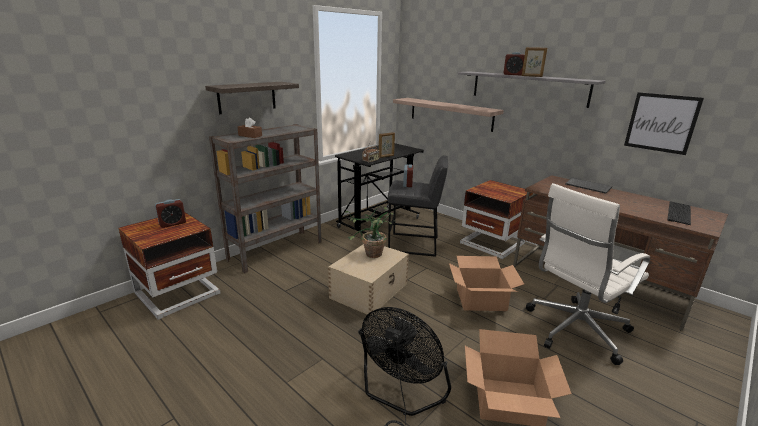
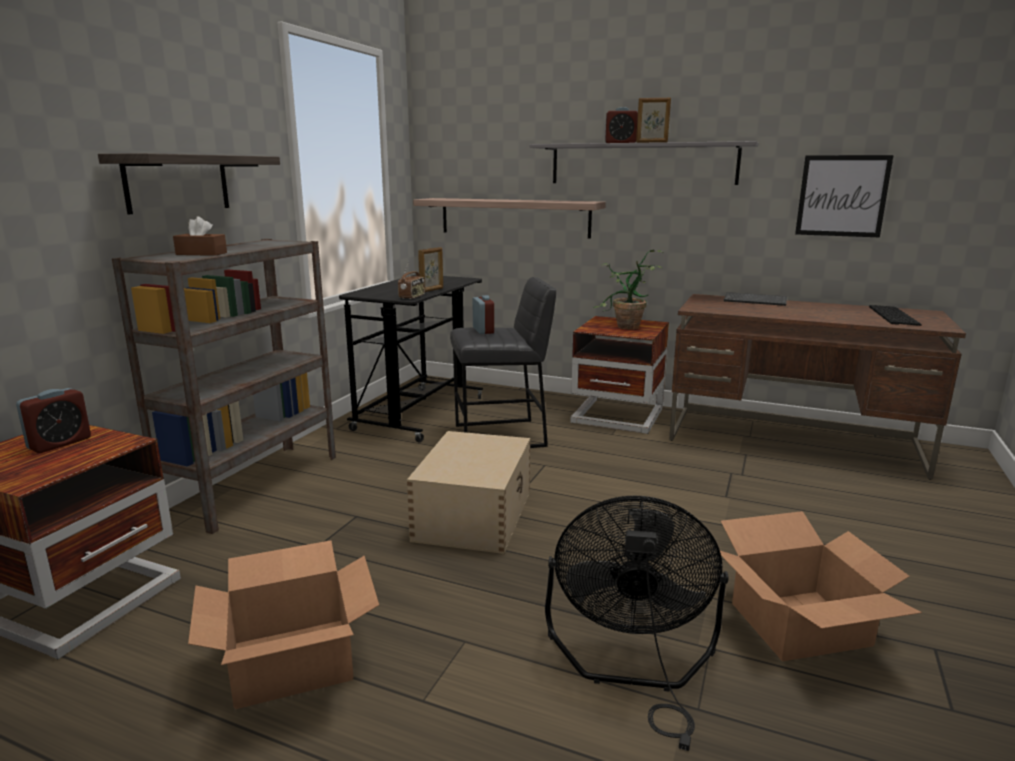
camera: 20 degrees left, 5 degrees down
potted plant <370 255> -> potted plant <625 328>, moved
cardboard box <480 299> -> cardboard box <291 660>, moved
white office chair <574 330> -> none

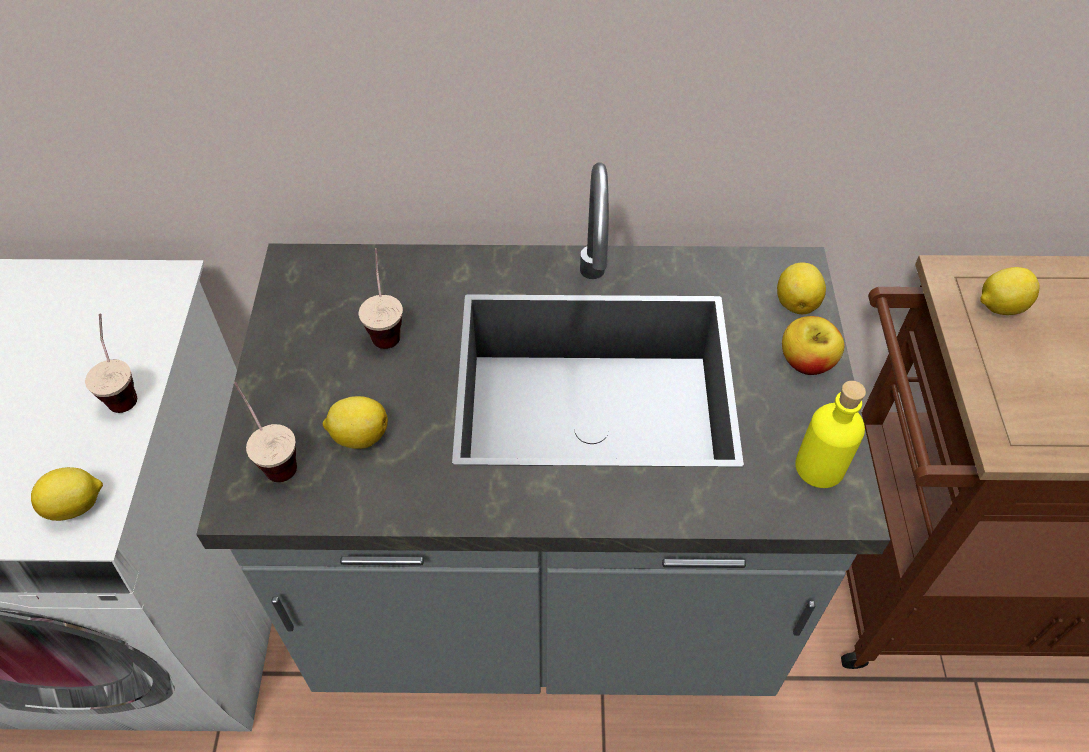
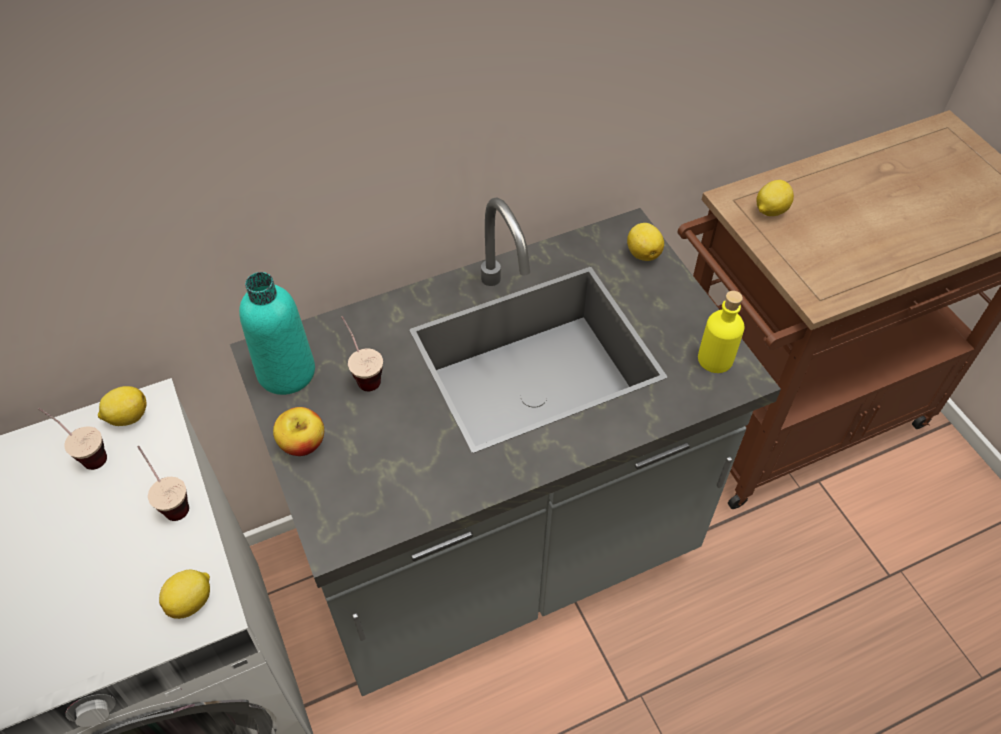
camera: 25 degrees left, 0 degrees up
cup <272 456> -> cup <84 454>, moved
lemon <359 436> -> lemon <127 417>, moved
apple <806 362> -> apple <303 443>, moved
none -> turquoise bottle <286 372>

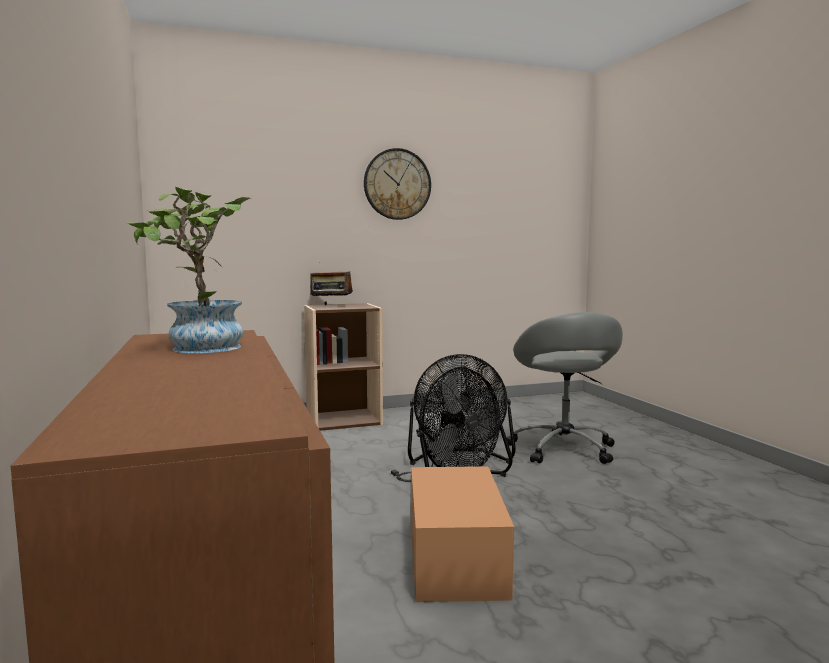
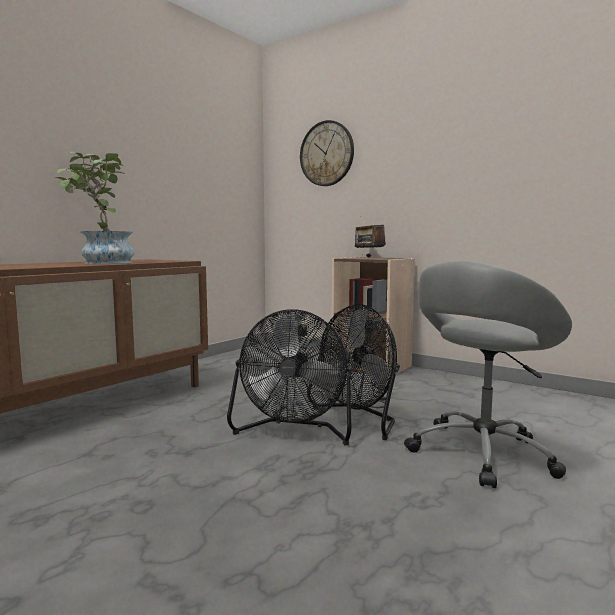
camera: 55 degrees right, 0 degrees up
wall clock <397 184> -> wall clock <327 154>, moved
cardboard box <455 558> -> none

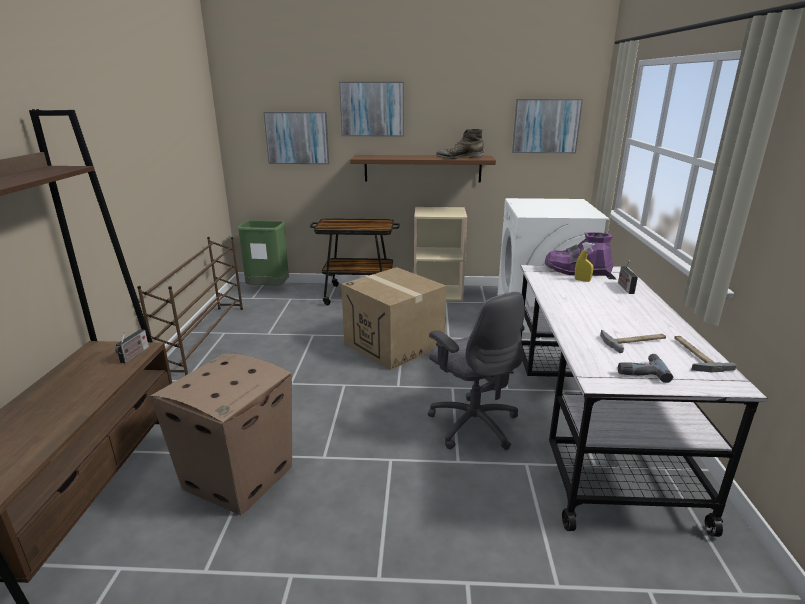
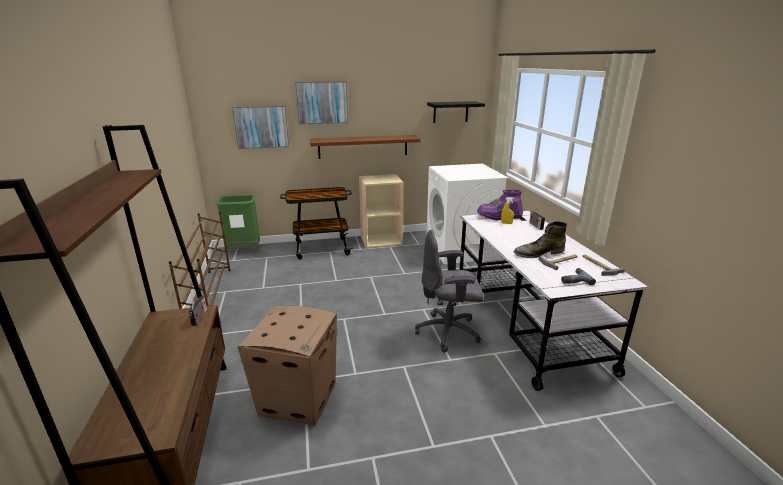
camera: 15 degrees left, 0 degrees up
cardboard box <394 344> -> none
grey office chair <473 423> -> grey office chair <449 332>, 135 degrees clockwise
green boot <459 157> -> green boot <538 253>, moved
picture <546 126> -> black shelf <450 112>

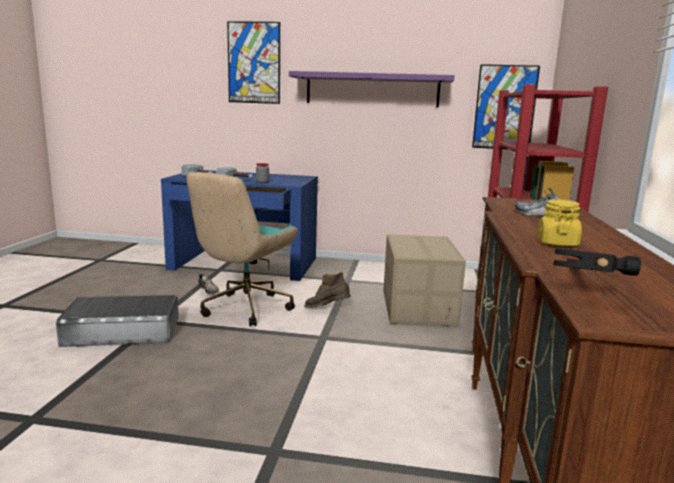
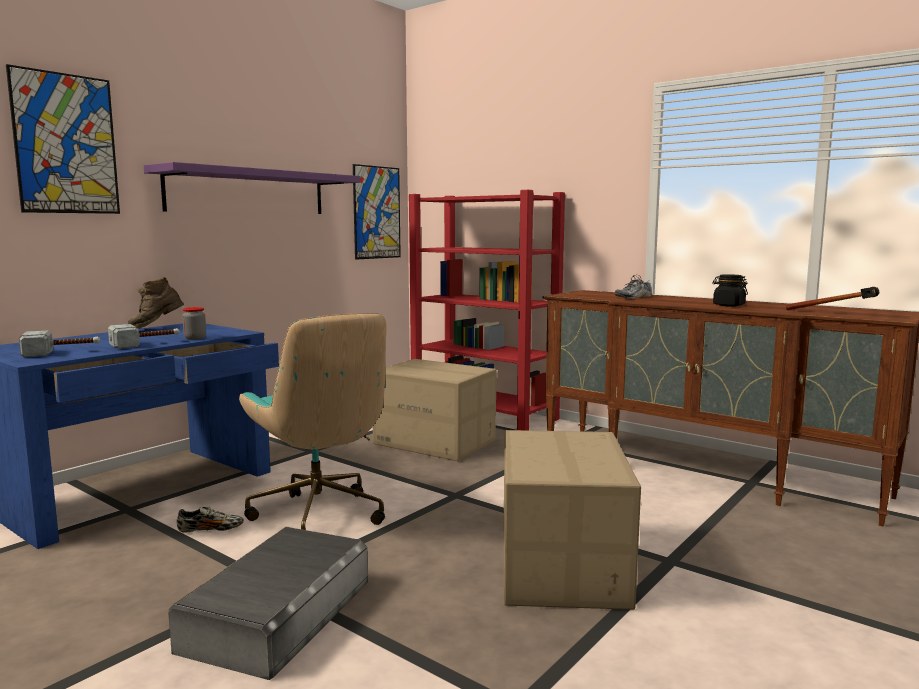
camera: 60 degrees left, 5 degrees down
brown boot <327 309> -> brown boot <156 328>, moved
yellow jar <557 243> -> black jar <728 305>
none -> cardboard box <563 566>

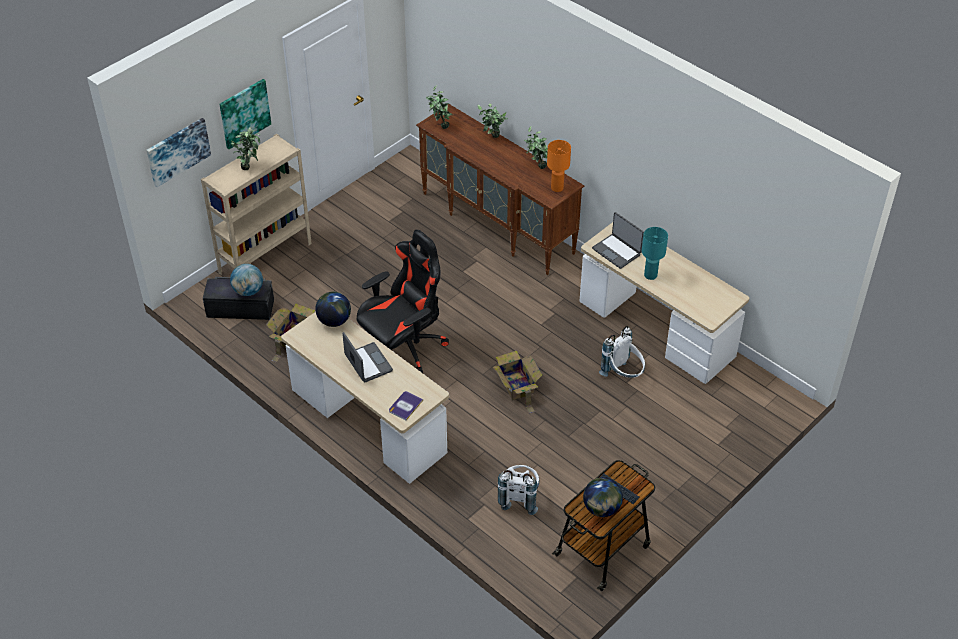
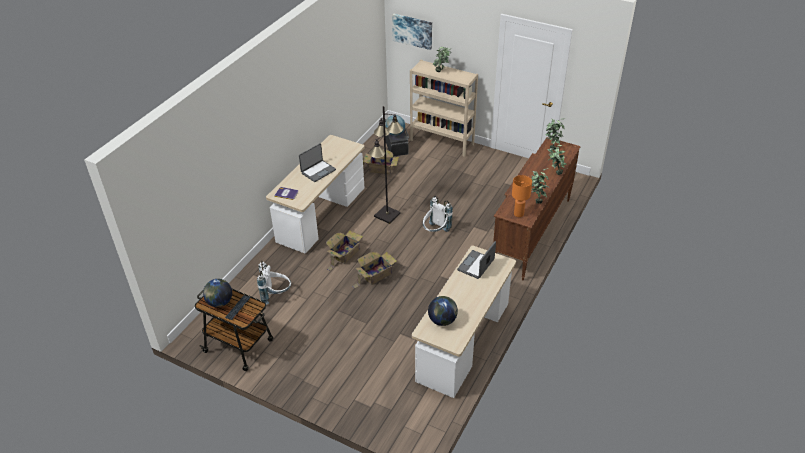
camera: 75 degrees right, 5 degrees down
picture <244 113> -> none
globe <334 321> -> globe <442 320>, moved
black office chair <402 350> -> black floor lamp <387 215>
white backpack <623 375> -> white backpack <435 232>, moved
turquoise table lamp <650 275> -> none
none -> cardboard box <344 254>

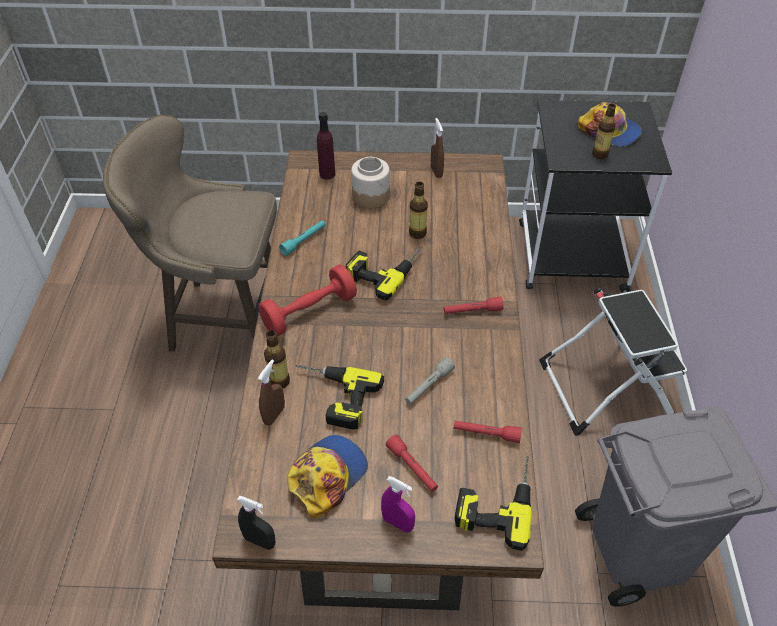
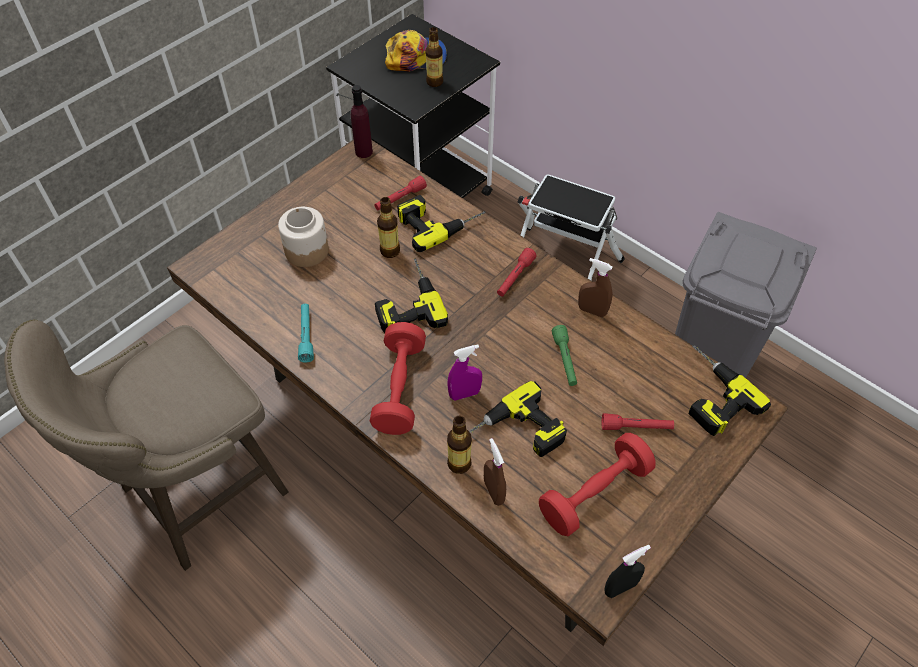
camera: 50 degrees left, 5 degrees up
cap <327 476> -> red dumbbell <594 493>
purple bottle <327 174> -> purple bottle <363 152>, moved
purple spray bottle <397 523> -> purple spray bottle <464 394>, moved
grey flashlight <428 386> -> green flashlight <565 360>
brown spray bottle <436 171> -> brown spray bottle <592 311>, moved
red flashlight <486 434> -> red flashlight <400 199>, moved
none -> power drill <439 221>

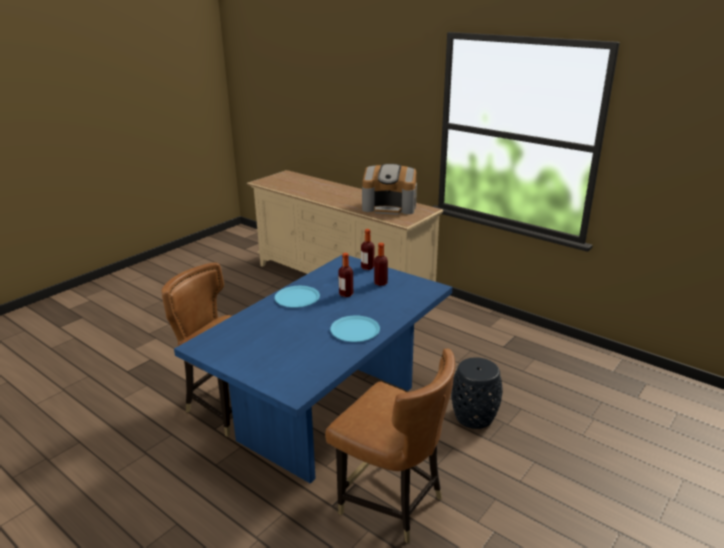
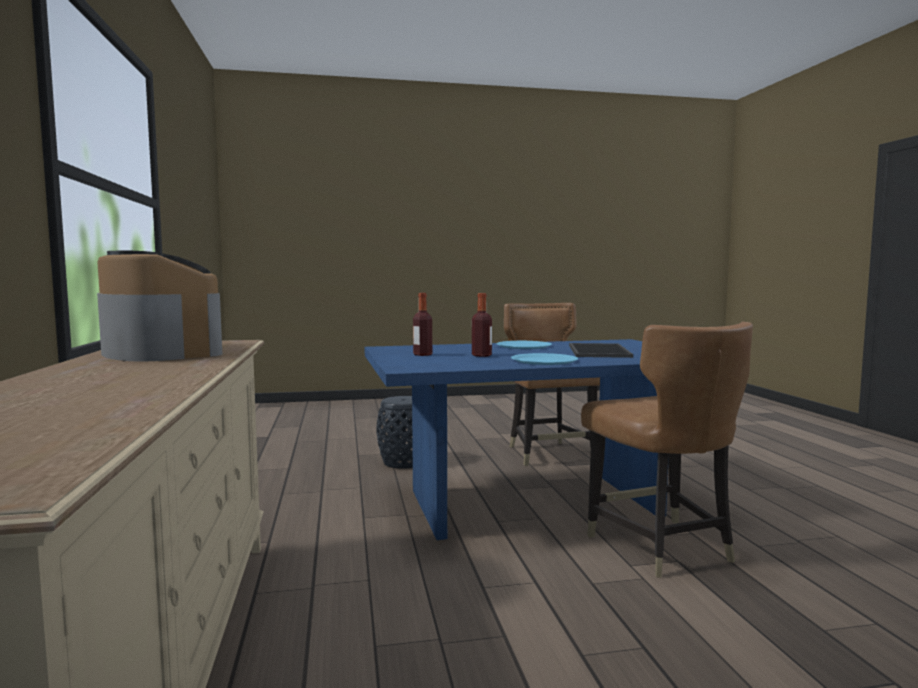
camera: 140 degrees left, 20 degrees down
bottle <367 267> -> none
none -> tray <597 351>

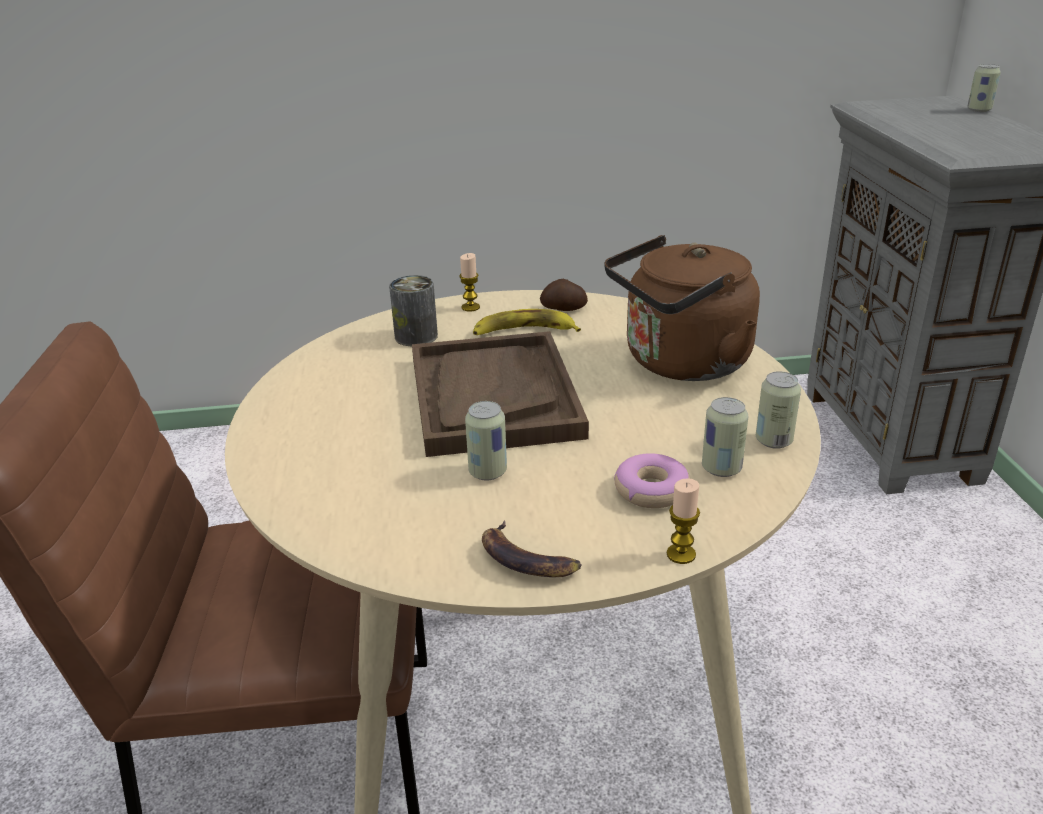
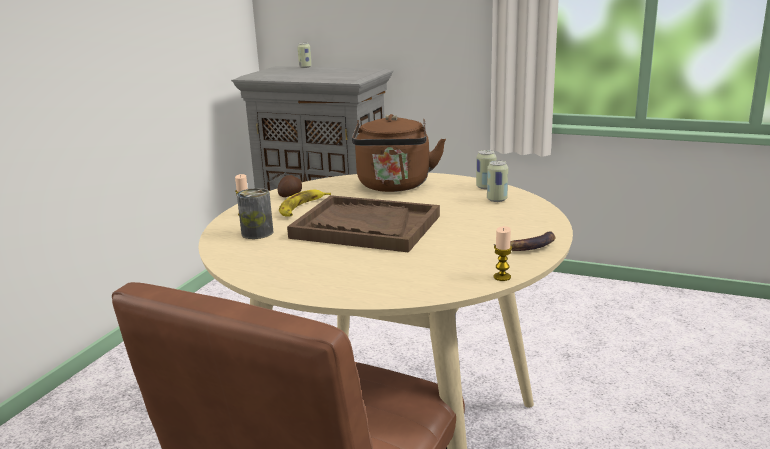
camera: 60 degrees left, 10 degrees down
can <488 472> -> none
donut <651 490> -> none
candle <681 554> -> candle <502 277>, moved

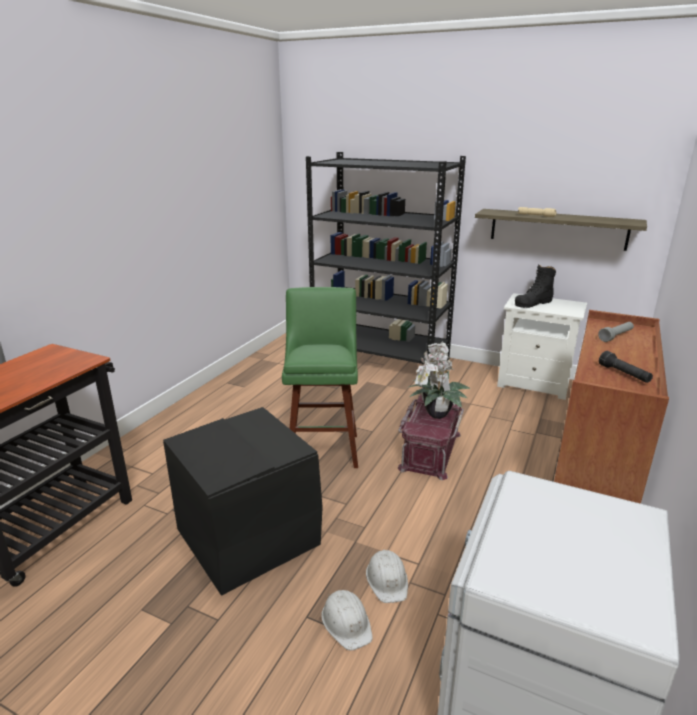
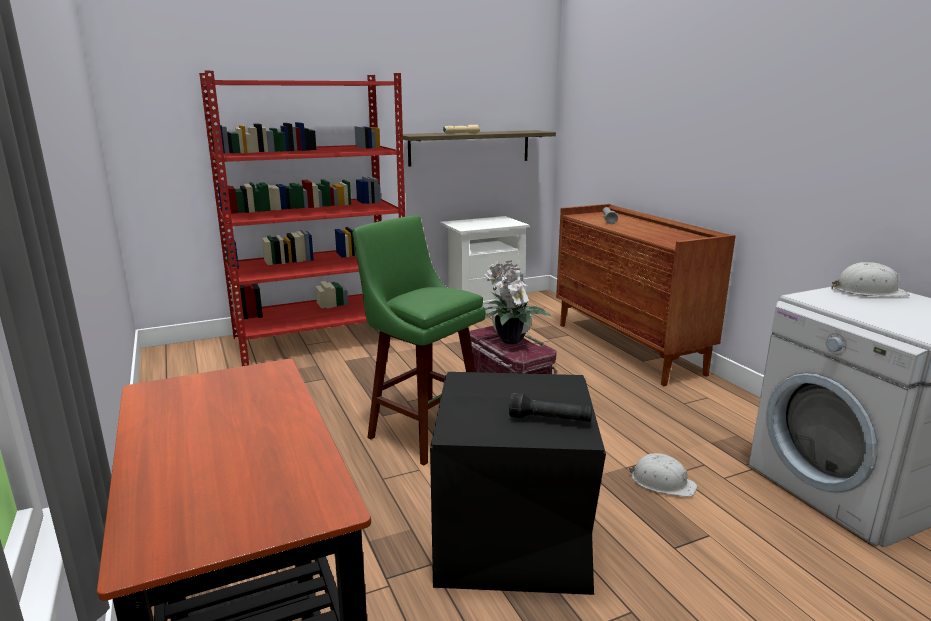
camera: 50 degrees left, 5 degrees down
black bookcase <381 360> -> red bookcase <320 338>
white hard hat <346 622> -> white hard hat <868 291>, moved
black boot <533 303> -> none
black flashlight <624 374> -> black flashlight <550 420>, moved

